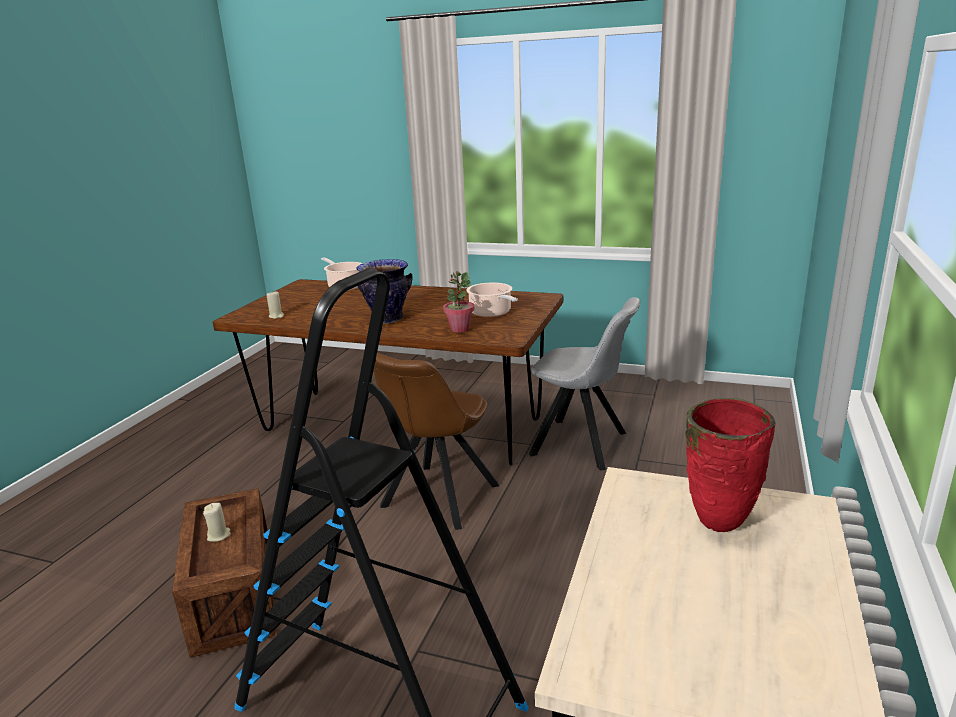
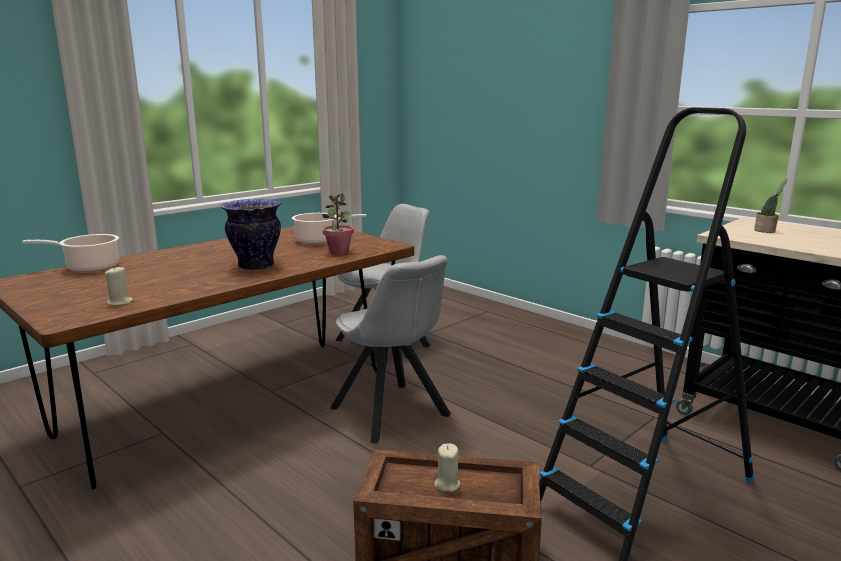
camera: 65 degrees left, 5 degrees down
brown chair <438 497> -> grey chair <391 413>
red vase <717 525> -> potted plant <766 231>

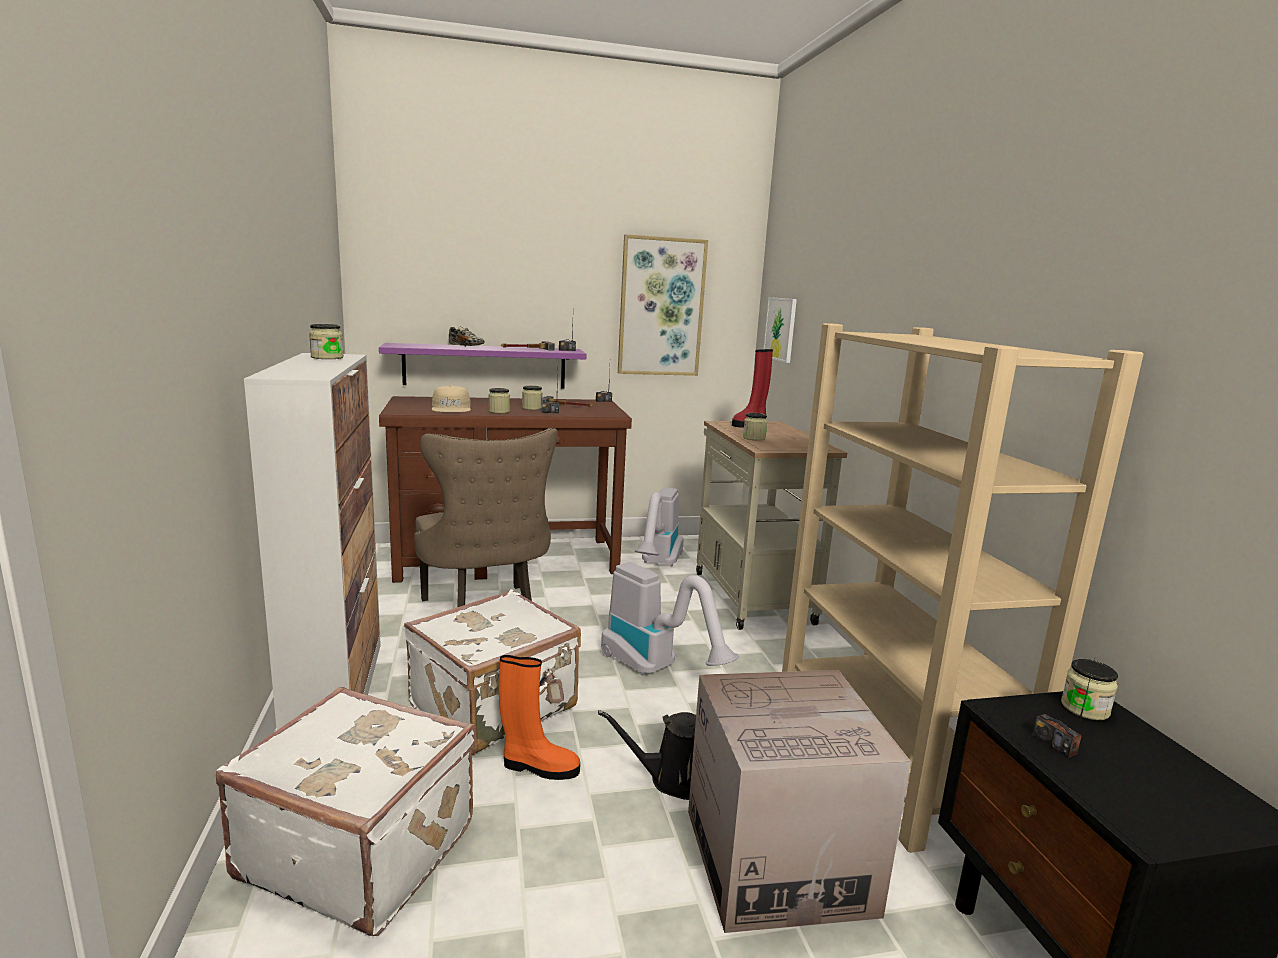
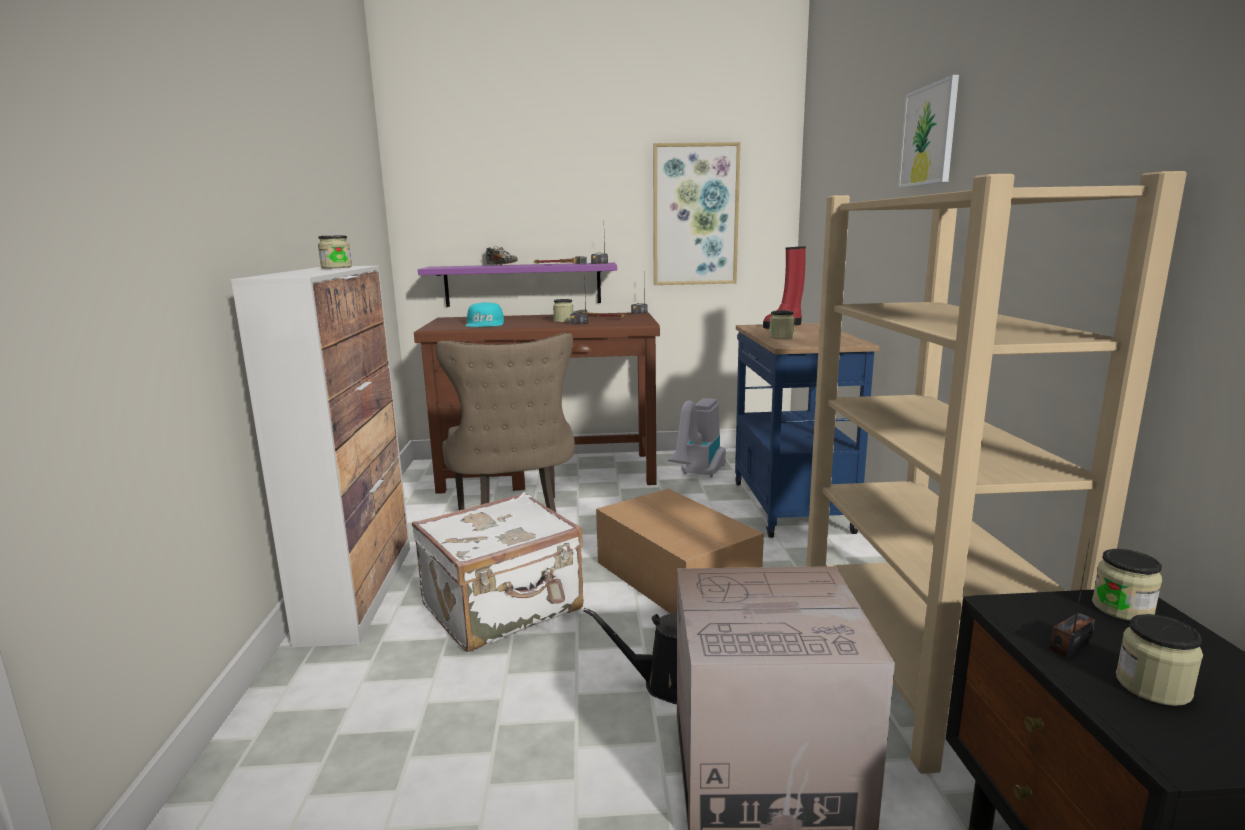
camera: 10 degrees right, 0 degrees up
white suitcase <360 848> -> none
beige cap <452 408> -> turquoise cap <485 324>
jar <499 411> -> jar <1153 686>, moved
orange boot <538 767> -> none
vacuum cleaner <657 669> -> cardboard box <675 575>
beige cart <750 596> -> blue cart <789 505>
picture <780 329> -> picture <929 136>, moved
radio <1054 744> -> radio <1070 646>, 75 degrees clockwise

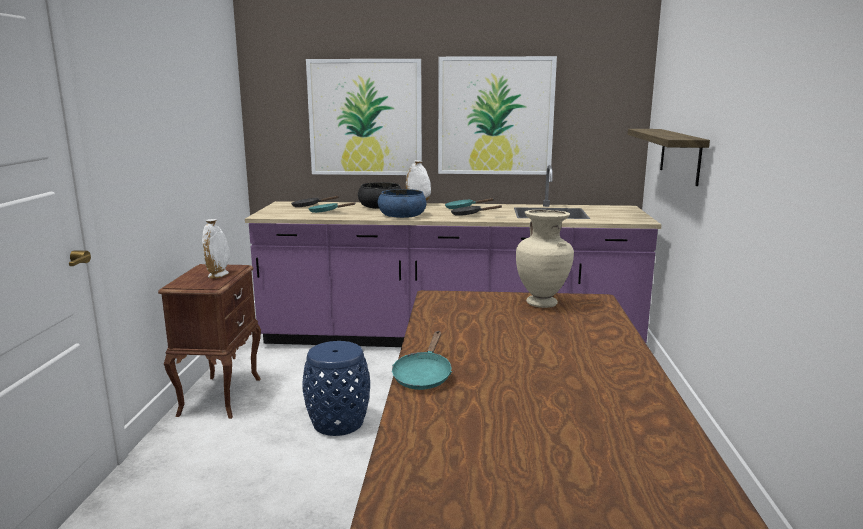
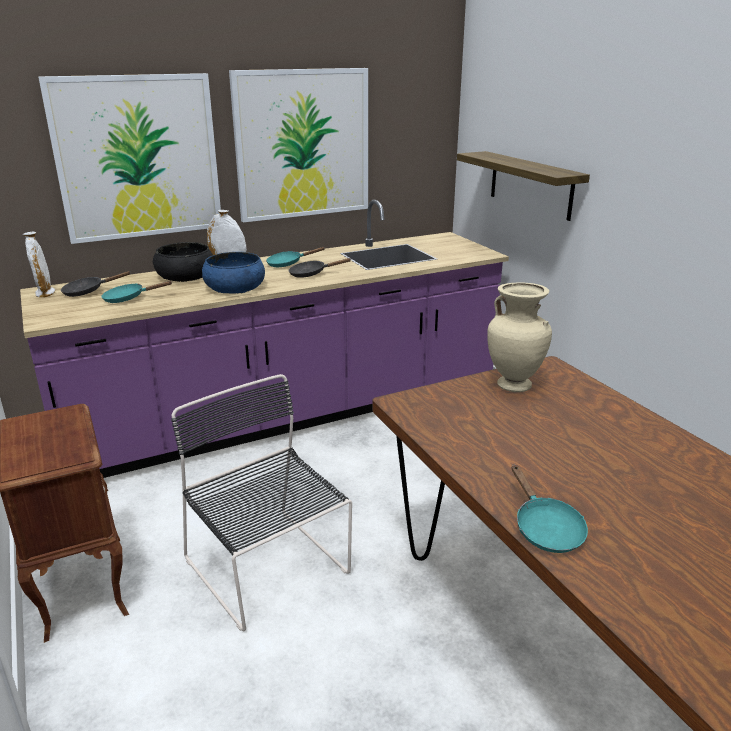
camera: 30 degrees left, 10 degrees up
white vase <218 275> -> white vase <45 293>, moved
blue stool <338 423> -> black chair <269 569>

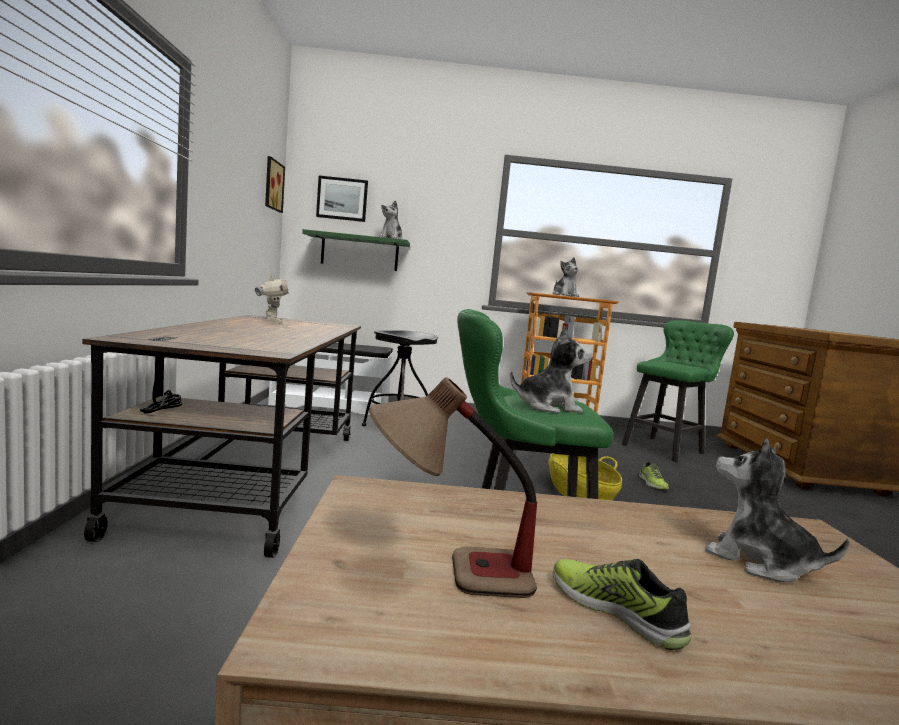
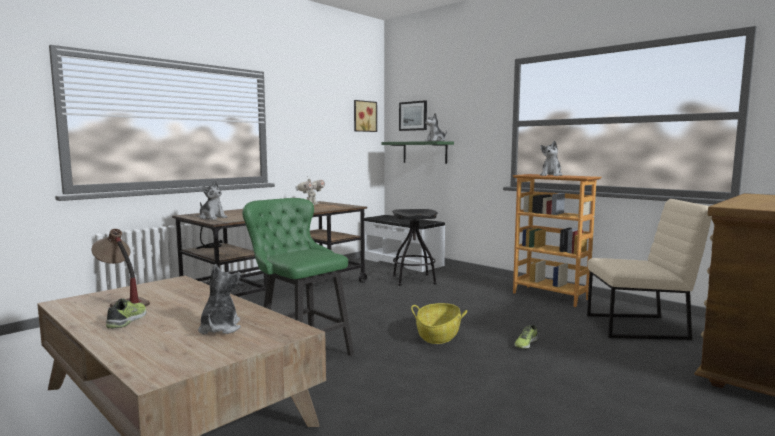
camera: 45 degrees right, 0 degrees up
plush toy <548 407> -> plush toy <212 217>, moved
green stool <667 448> -> beige chair <639 327>

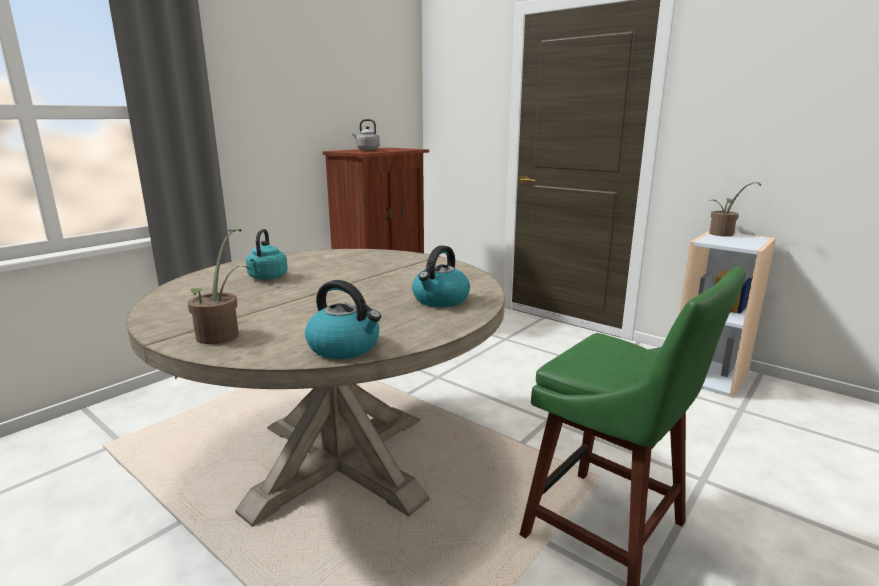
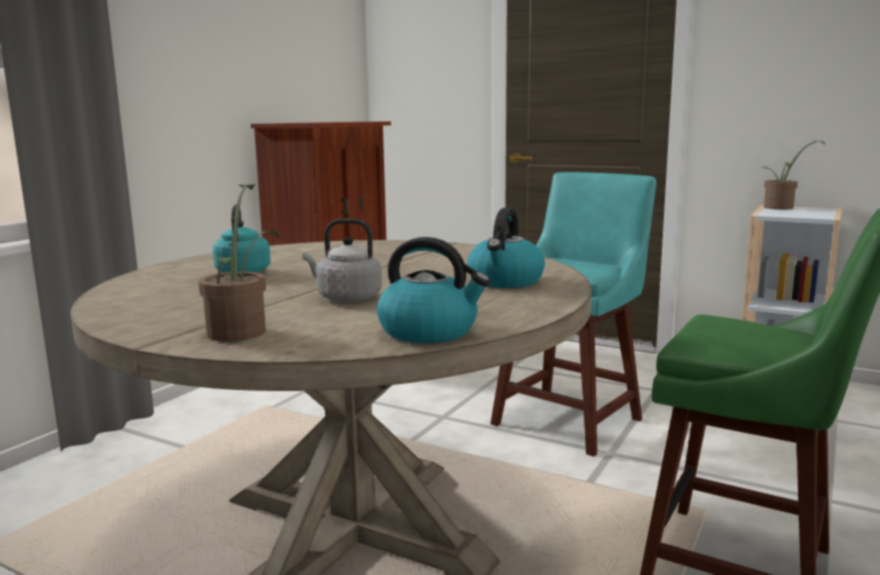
camera: 10 degrees left, 5 degrees down
grey kettle <366 150> -> grey kettle <346 298>, moved
none -> turquoise chair <571 419>

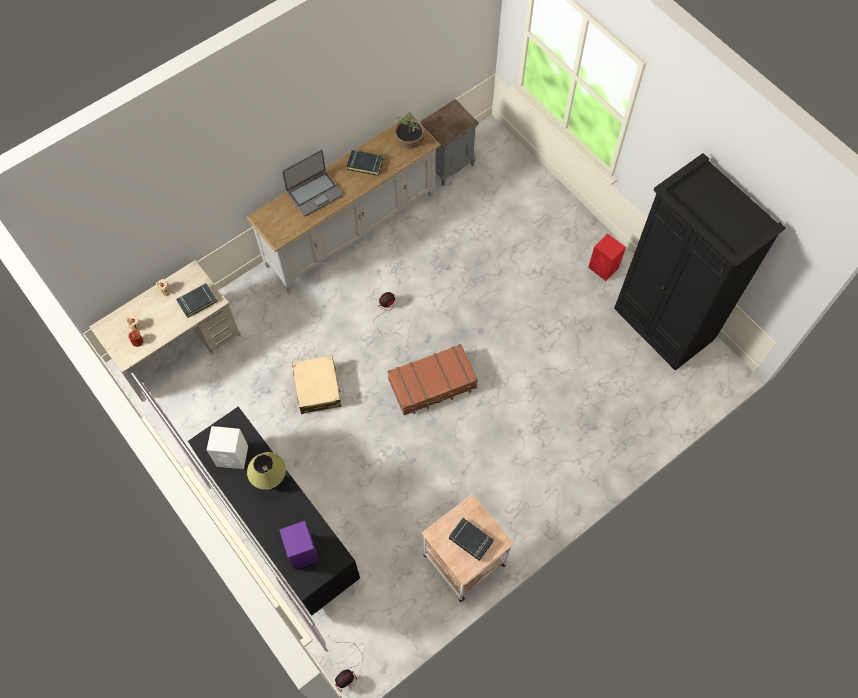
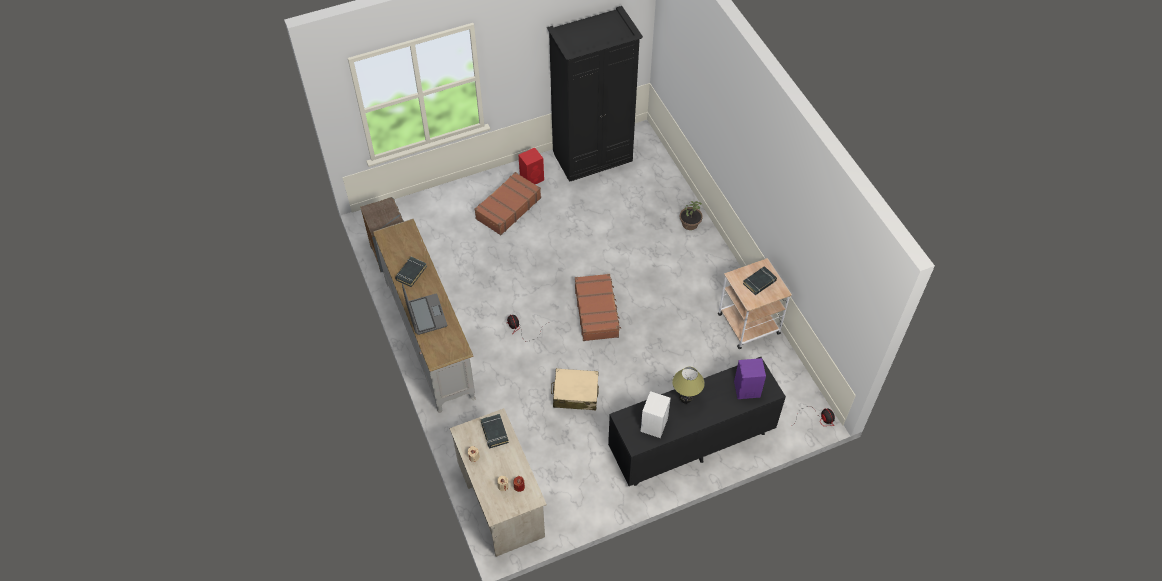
camera: 75 degrees left, 10 degrees down
potted plant <409 140> -> potted plant <689 223>, moved
none -> brown suitcase <508 208>

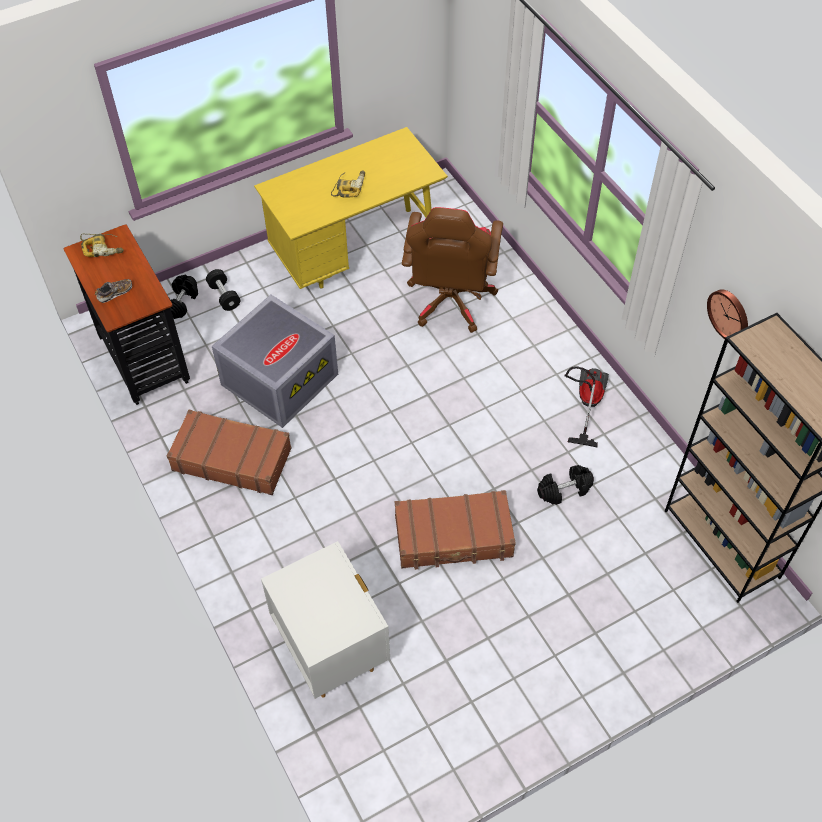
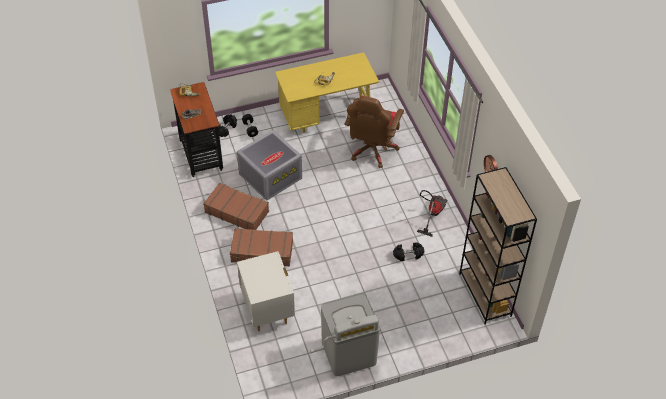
camera: 10 degrees right, 5 degrees down
brown suitcase <454 537> -> brown suitcase <262 252>, moved
none -> grey washing machine <347 354>

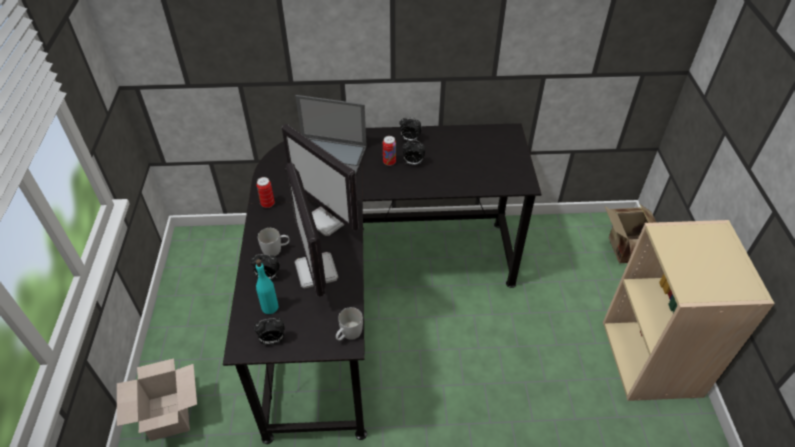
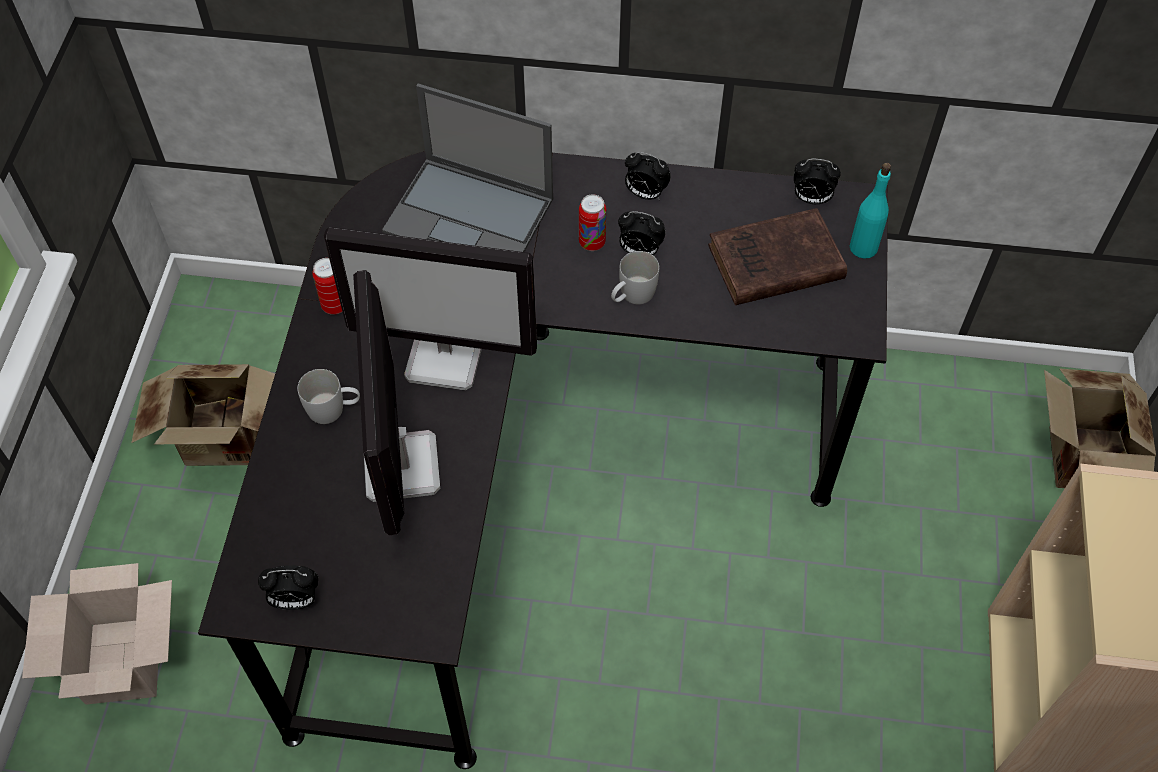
camera: 10 degrees right, 10 degrees up
alarm clock <267 276> -> alarm clock <811 199>, moved
turquoise bottle <270 307> -> turquoise bottle <863 247>, moved
monitor <329 219> -> monitor <446 358>, 45 degrees counterclockwise
white mug <348 334> -> white mug <632 296>, moved
none -> cardboard box <227 443>
none -> brown book <772 263>

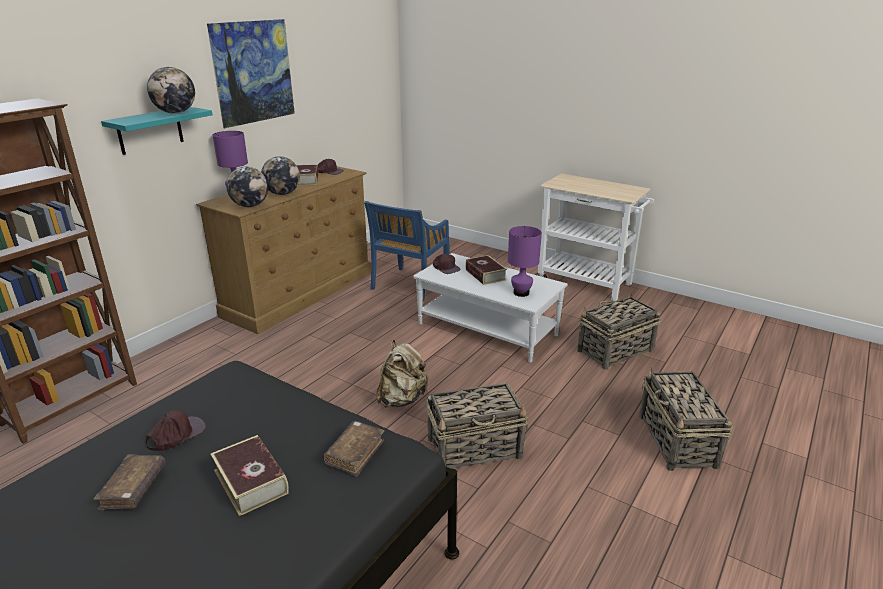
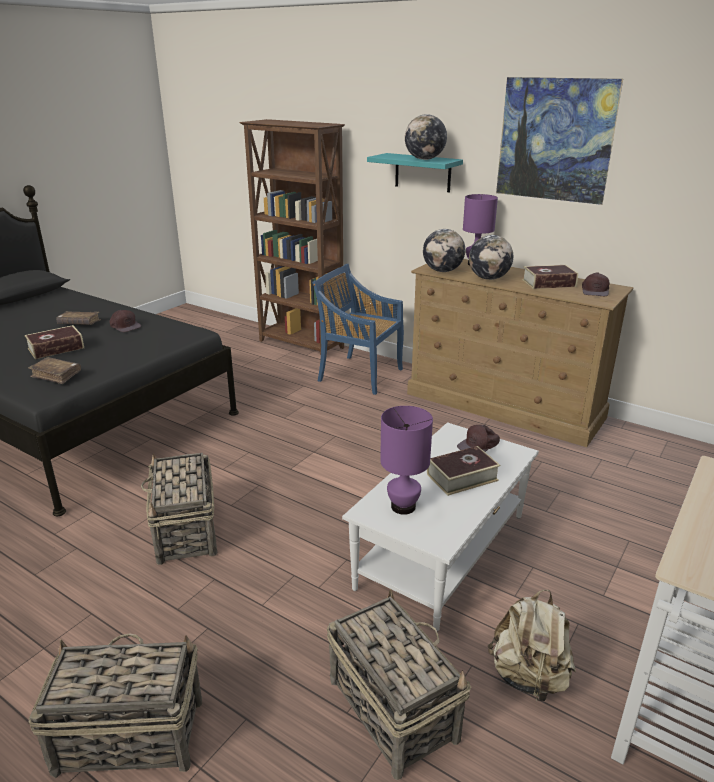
camera: 90 degrees right, 0 degrees up
blue chair <409 285> -> blue chair <359 374>, moved
beige backpack <402 399> -> beige backpack <528 677>, moved

